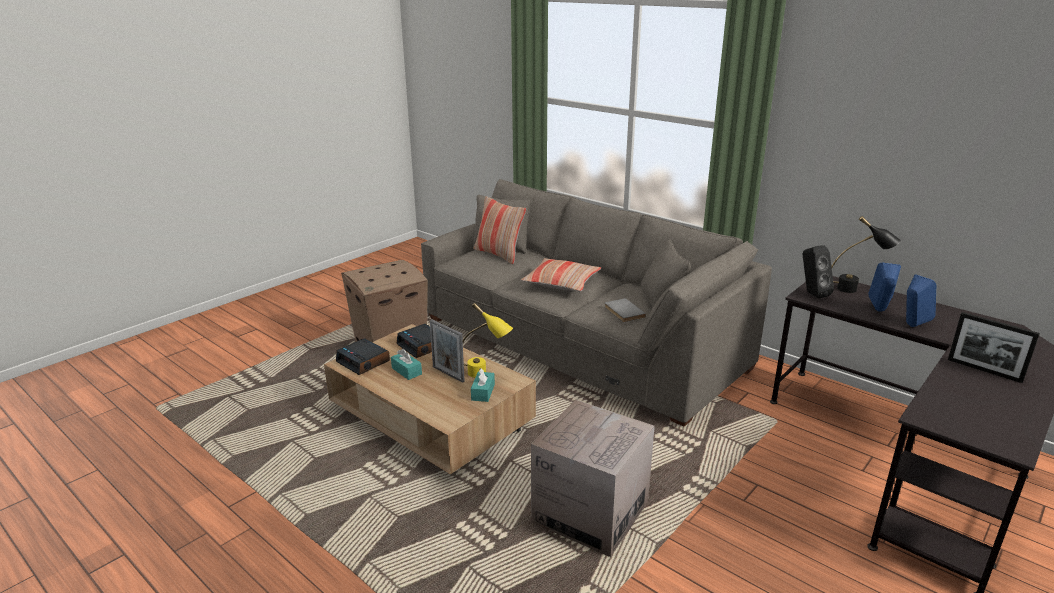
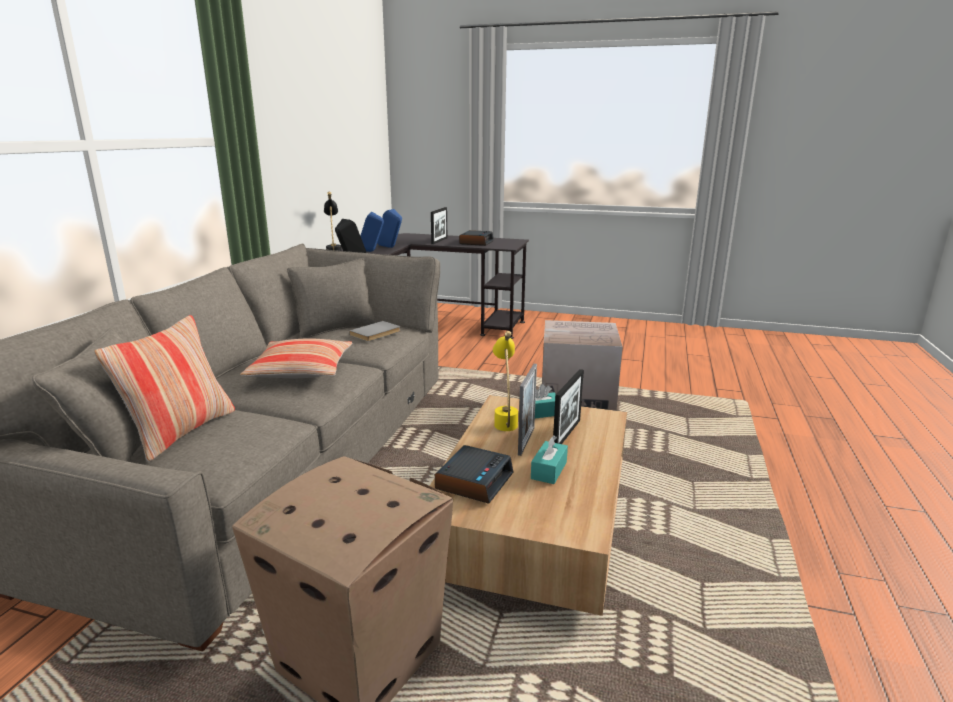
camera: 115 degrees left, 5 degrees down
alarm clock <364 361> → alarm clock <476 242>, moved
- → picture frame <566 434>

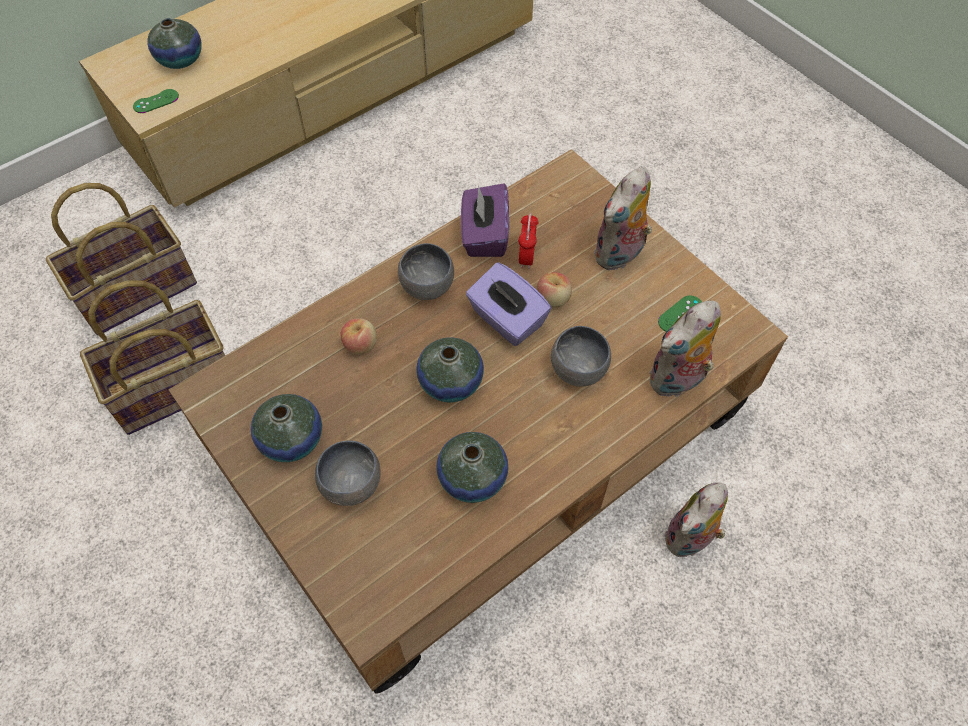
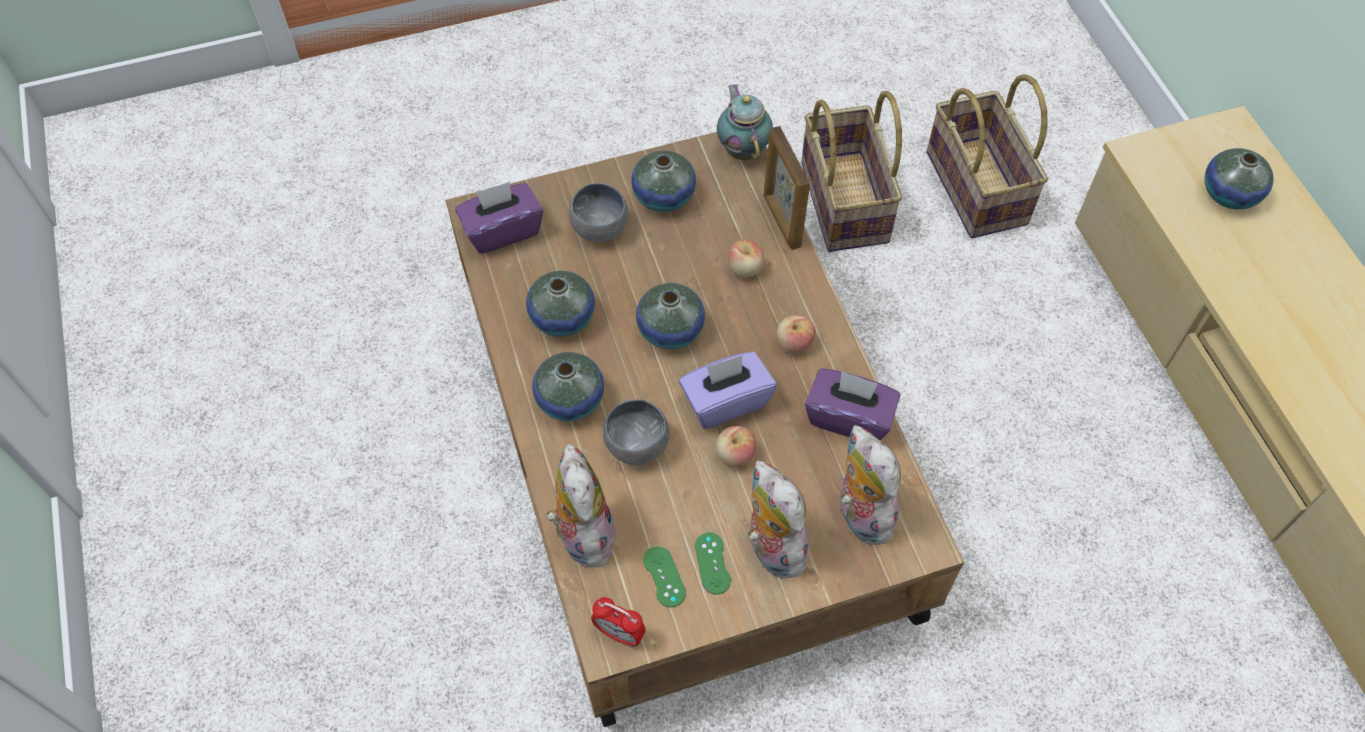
camera: 110 degrees right, 0 degrees up
game controller (green) <156 101> → game controller (green) <712 563>, moved
alarm clock <526 257> → alarm clock <619 633>, moved
bowl (grey) <428 288> → apple <794 343>
plush toy <690 539> → plush toy <860 514>, moved
- → teapot <743 149>
- → picture frame <781 221>
- → tissue box (purple) <502 230>
- → vase <570 400>

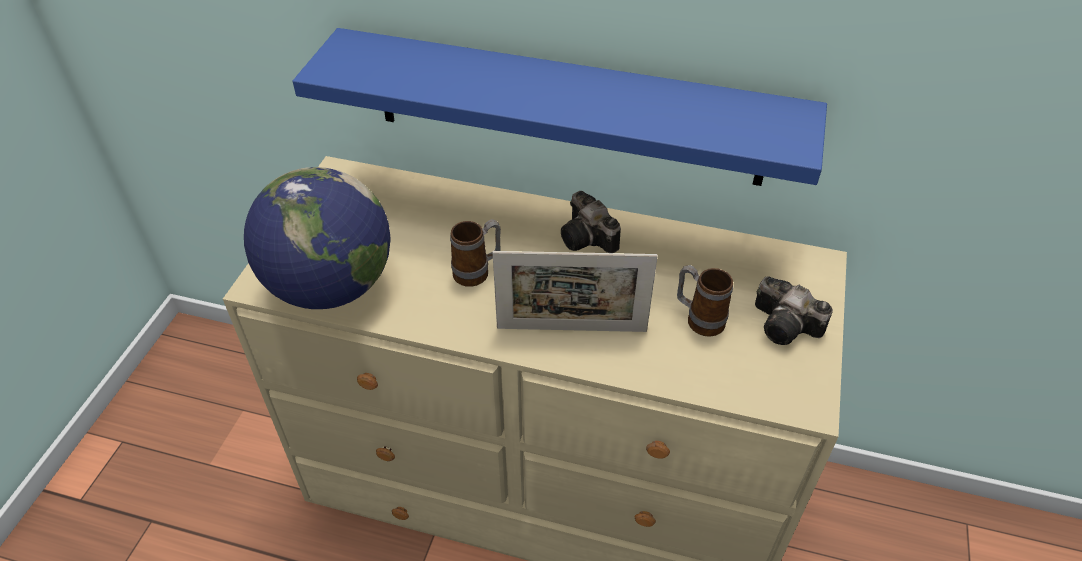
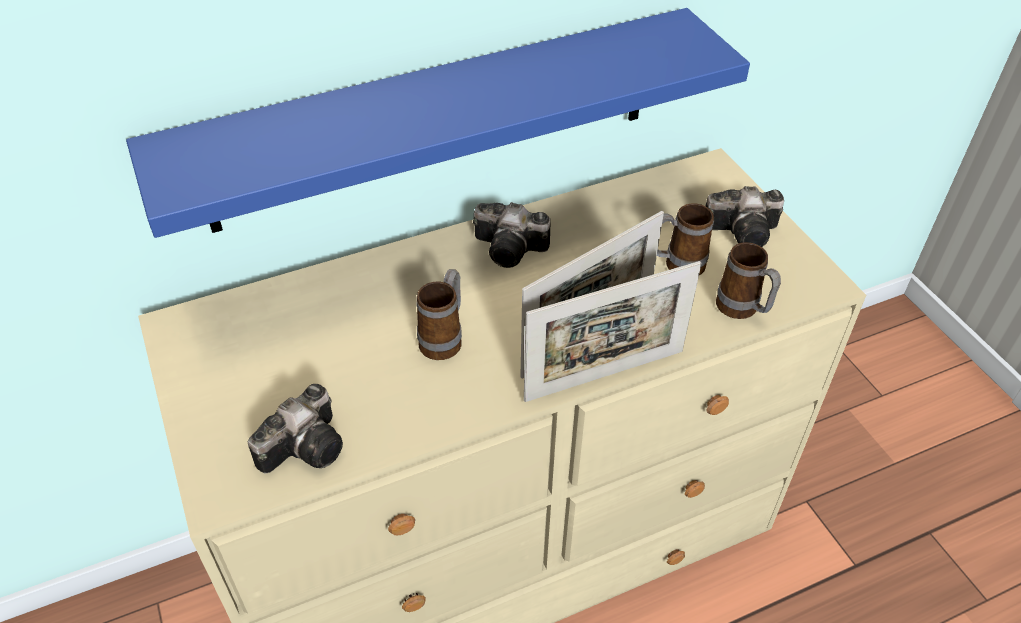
camera: 40 degrees left, 0 degrees up
globe <331 287> → photo camera <307 445>
- → mug <742 311>
- → picture frame <605 375>

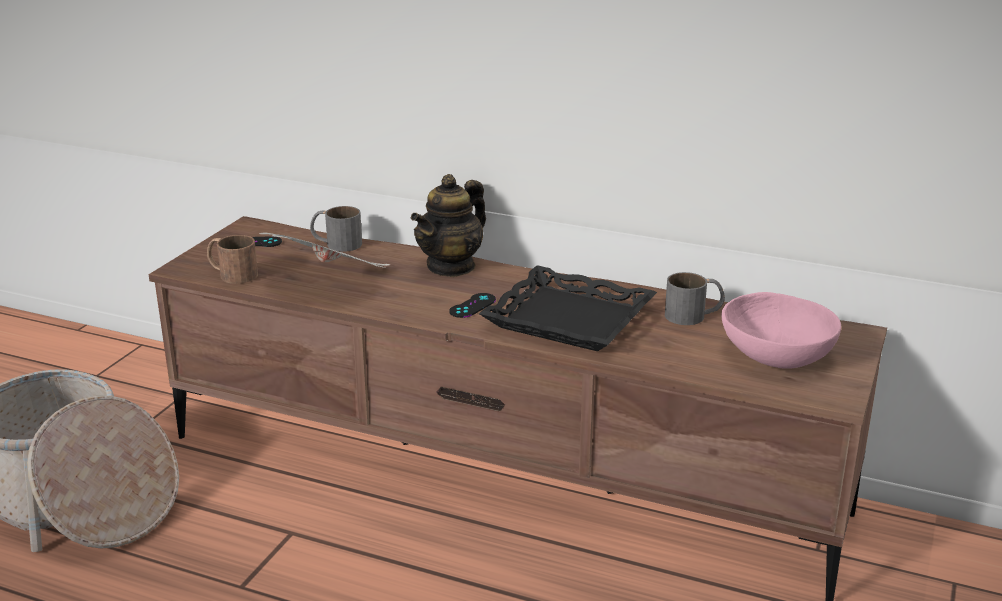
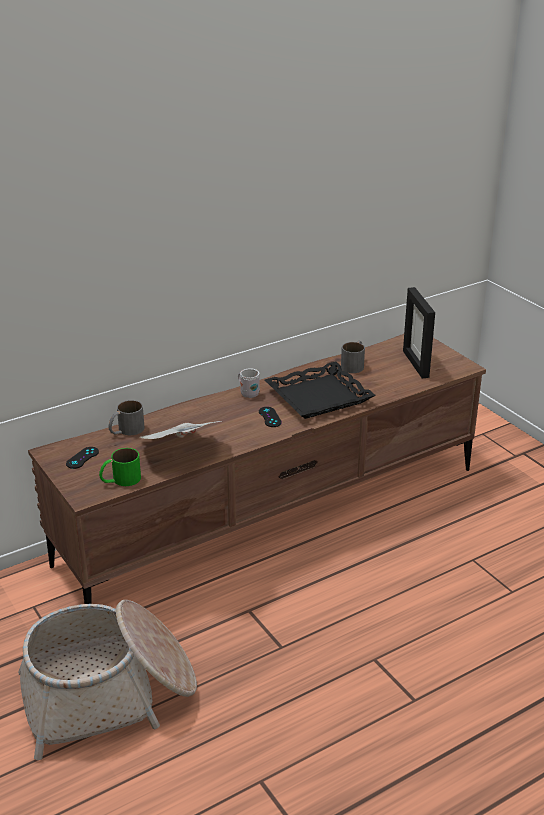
camera: 55 degrees left, 5 degrees up
teapot <451 266> → -
mug (brown) <231 274> → mug (green) <120 480>
bowl (pink) <776 357> → picture frame <417 364>
- → mug (white) <247 393>

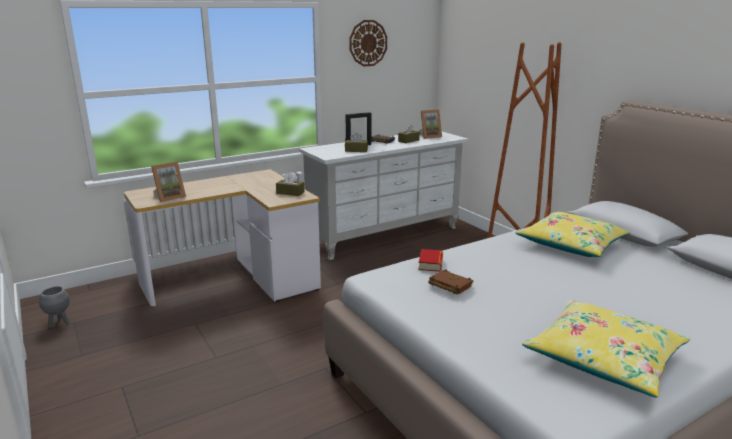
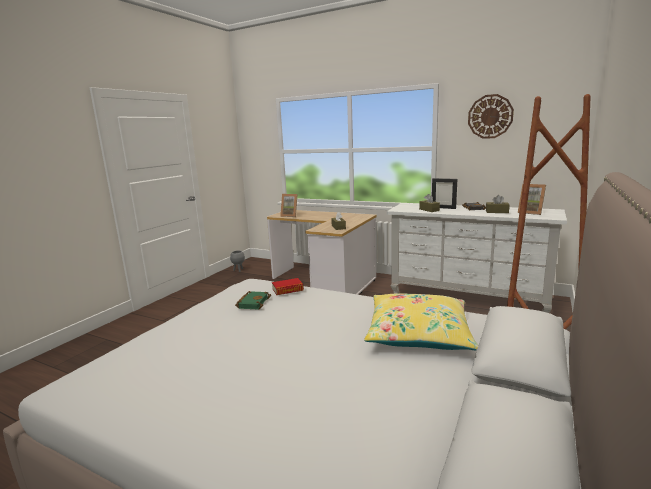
camera: 60 degrees right, 5 degrees down
book (brown) <448 285> → book (green) <253 302>
pillow (yellow) <603 358> → -

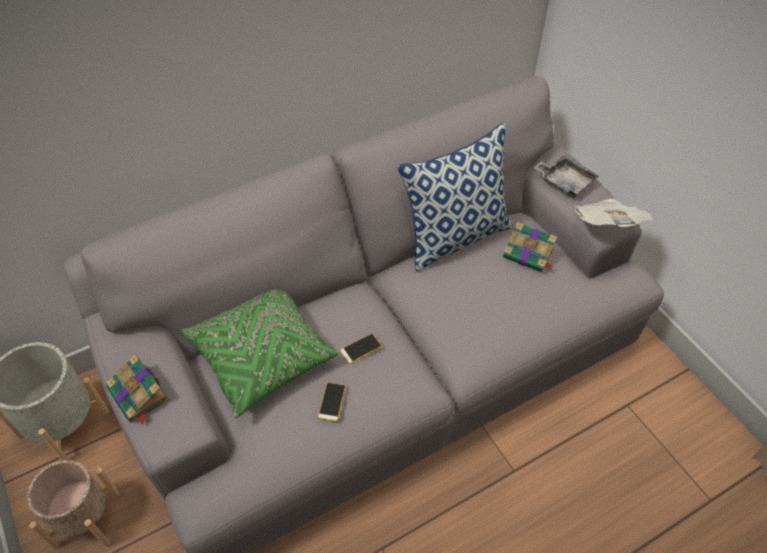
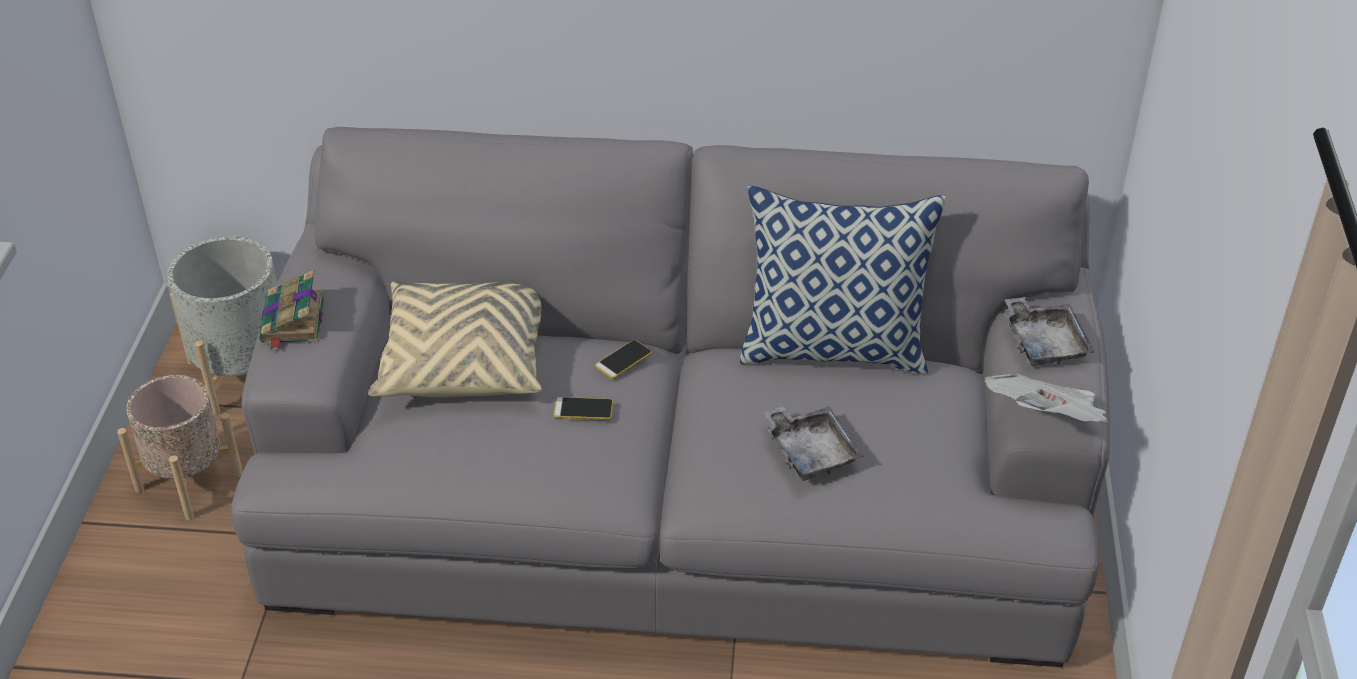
camera: 35 degrees right, 10 degrees down
book <529 254> → -
pillow (green) <261 355> → pillow (beige) <464 360>
phone <332 402> → phone <623 360>, moved
- → tray (grey) <810 451>

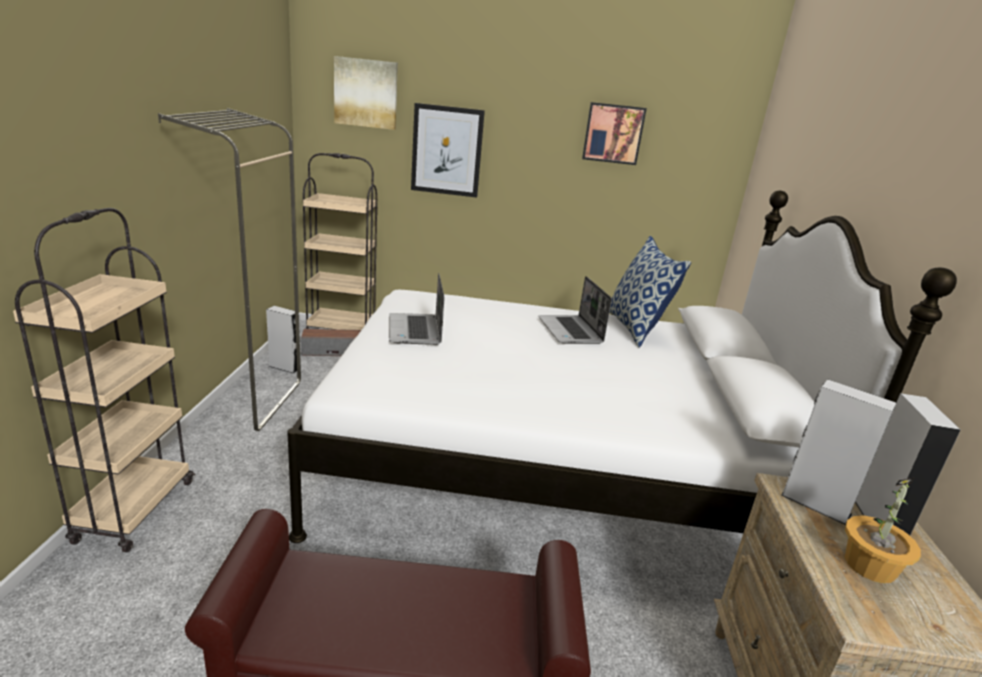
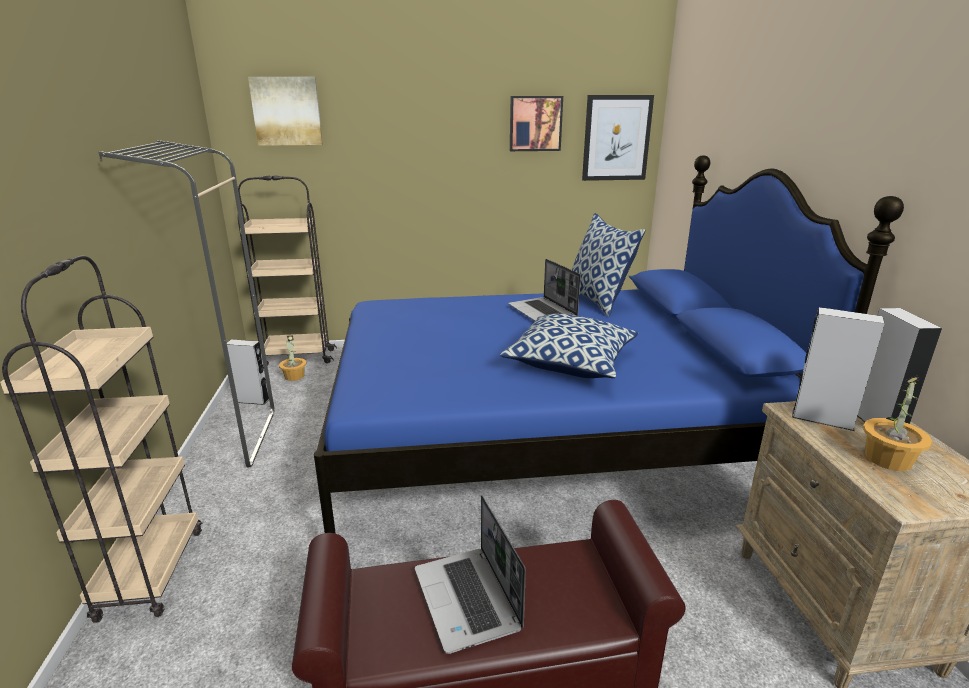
camera: 10 degrees left, 0 degrees up
picture <447 151> → picture <616 138>, moved
bed (white) <548 472> → bed (blue) <545 448>
laptop <415 331> → laptop <469 600>, moved
speaker <332 351> → potted plant <294 376>
- → pillow <571 363>

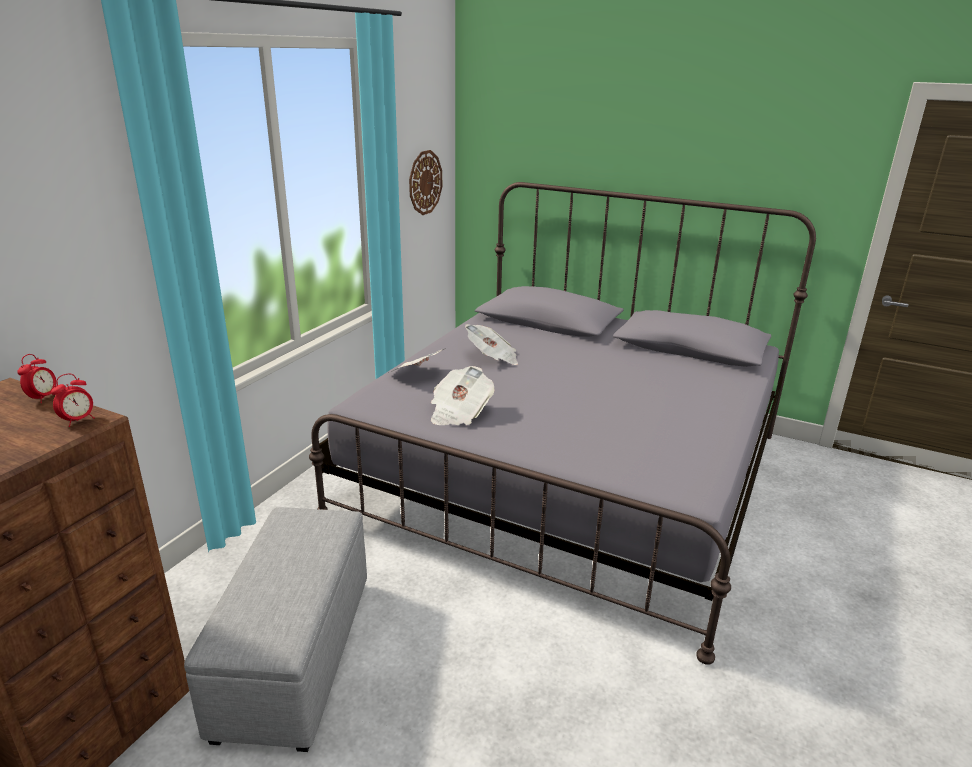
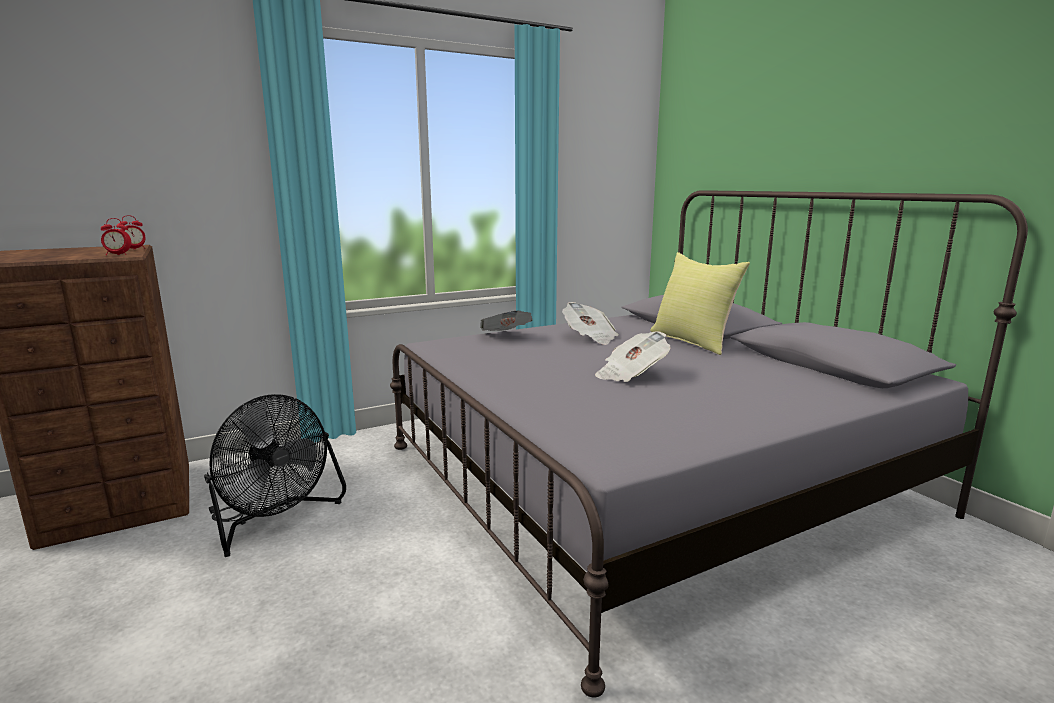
camera: 35 degrees right, 10 degrees down
wall clock <425 182> → -
newspaper <459 413> → newspaper <630 375>, moved
ottoman (grey) <296 653> → fan (black) <269 521>
- → pillow (yellow) <693 341>

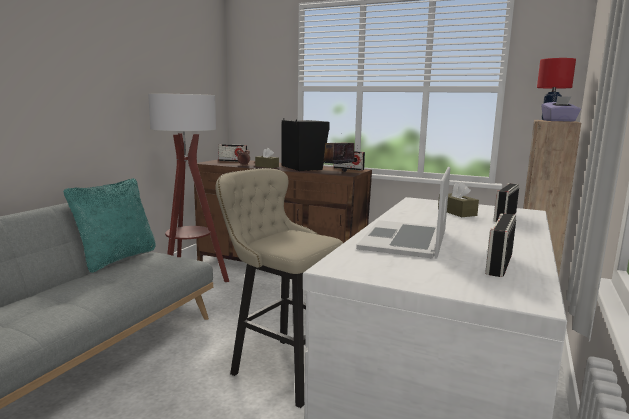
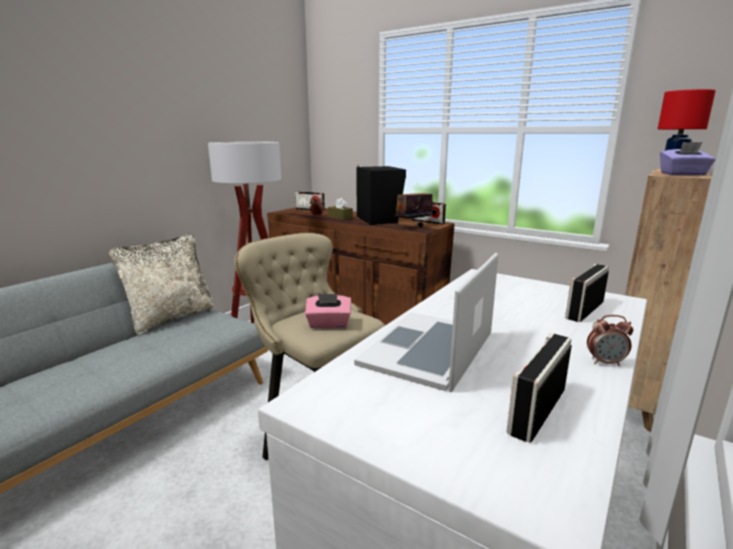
camera: 10 degrees right, 5 degrees up
pillow (turquoise) <118 259> → pillow (beige) <173 318>
tissue box (brown) <457 212> → -
- → tissue box (pink) <328 324>
- → alarm clock <605 362>

